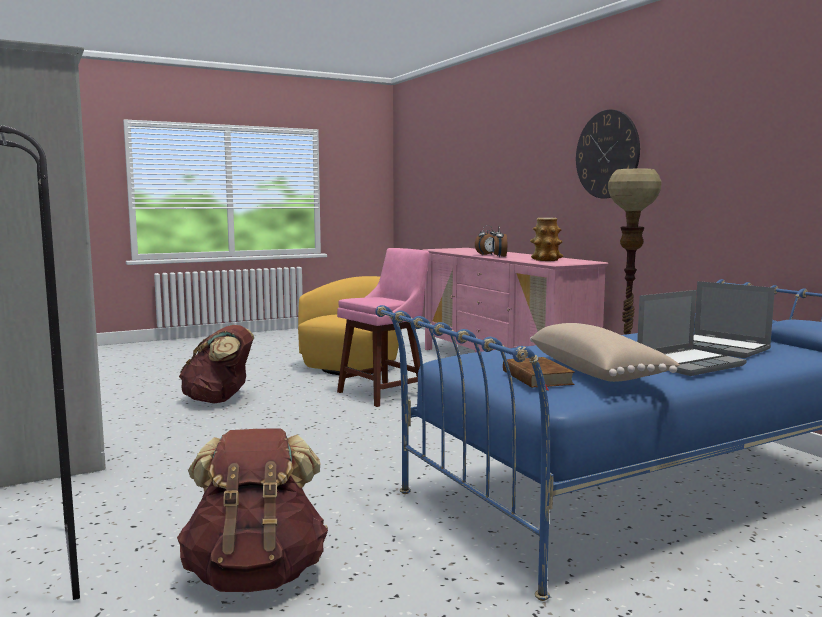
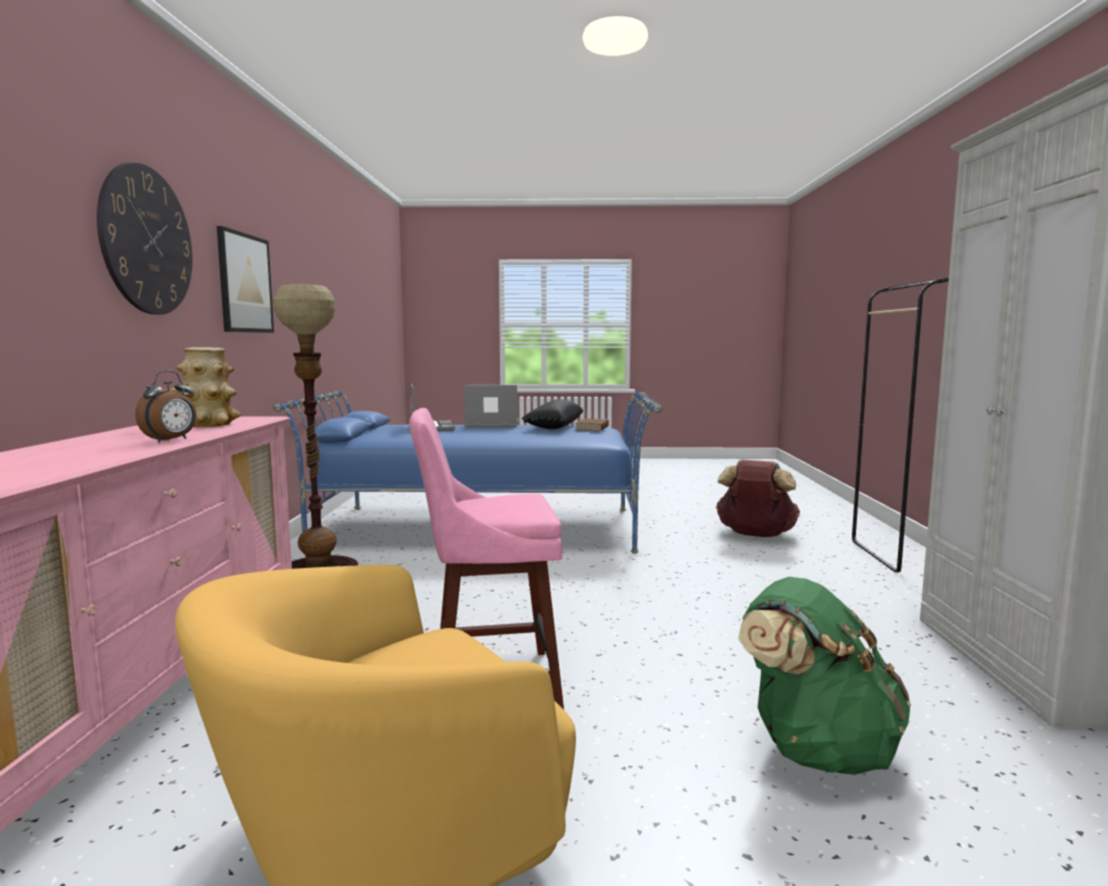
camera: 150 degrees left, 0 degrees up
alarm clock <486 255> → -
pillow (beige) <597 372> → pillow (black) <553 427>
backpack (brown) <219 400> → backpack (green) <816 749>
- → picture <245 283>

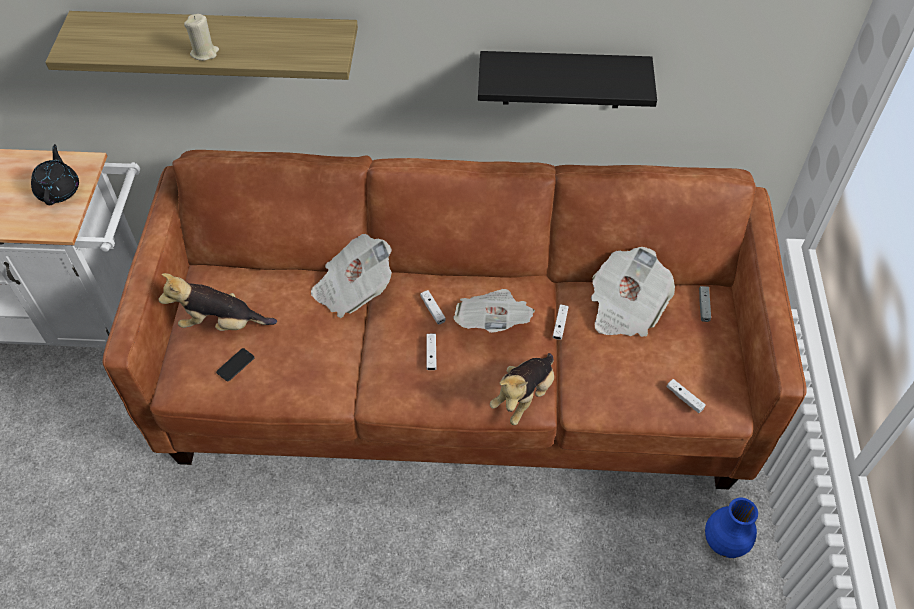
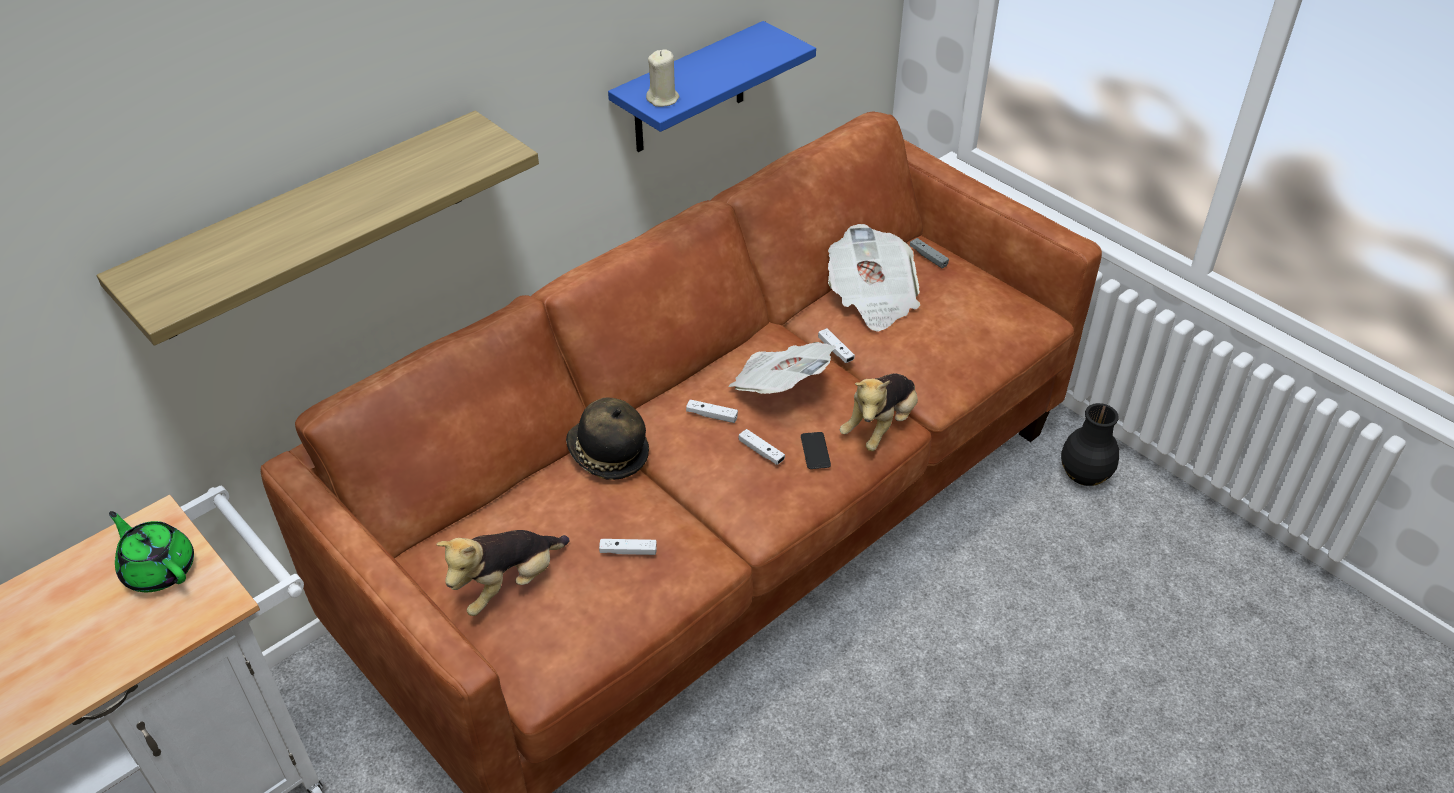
camera: 45 degrees left, 10 degrees down
candle (beige) <204 53> → candle (beige) <663 99>, moved
shelf (black) <563 79> → shelf (blue) <689 90>
teapot (black) <59 190> → teapot (green) <159 569>
newspaper <353 289> → hat <607 454>
phone <235 365> → phone <815 451>, moved
plush toy <524 396> → plush toy <880 426>, 45 degrees clockwise
game controller (white) <684 398> → game controller (white) <628 551>, moved
vase (blue) <724 542> → vase (black) <1084 476>

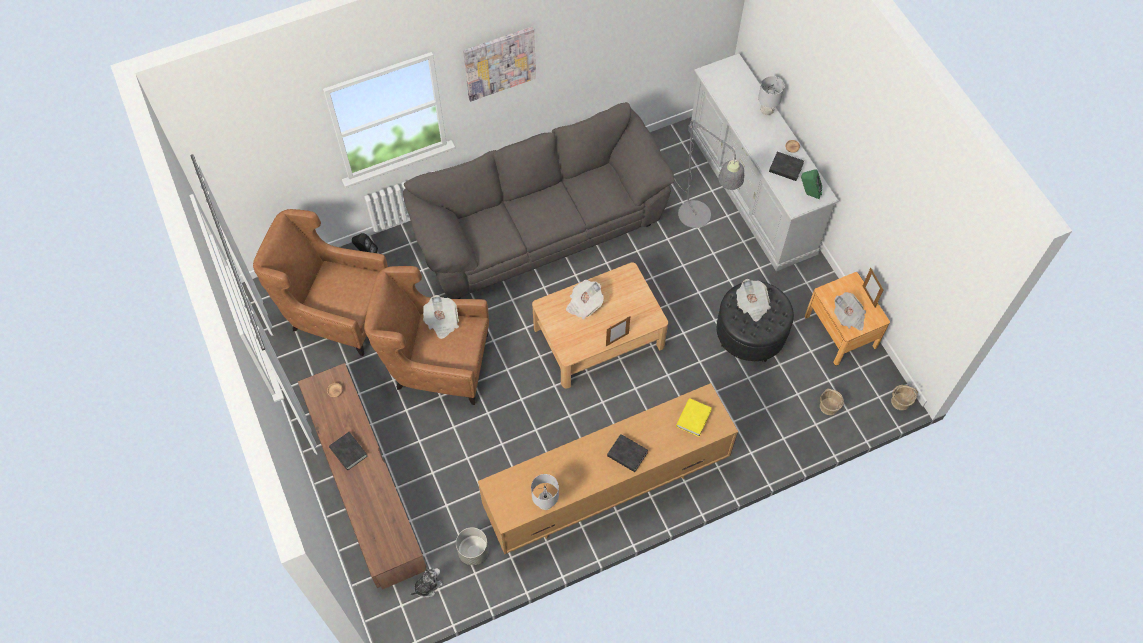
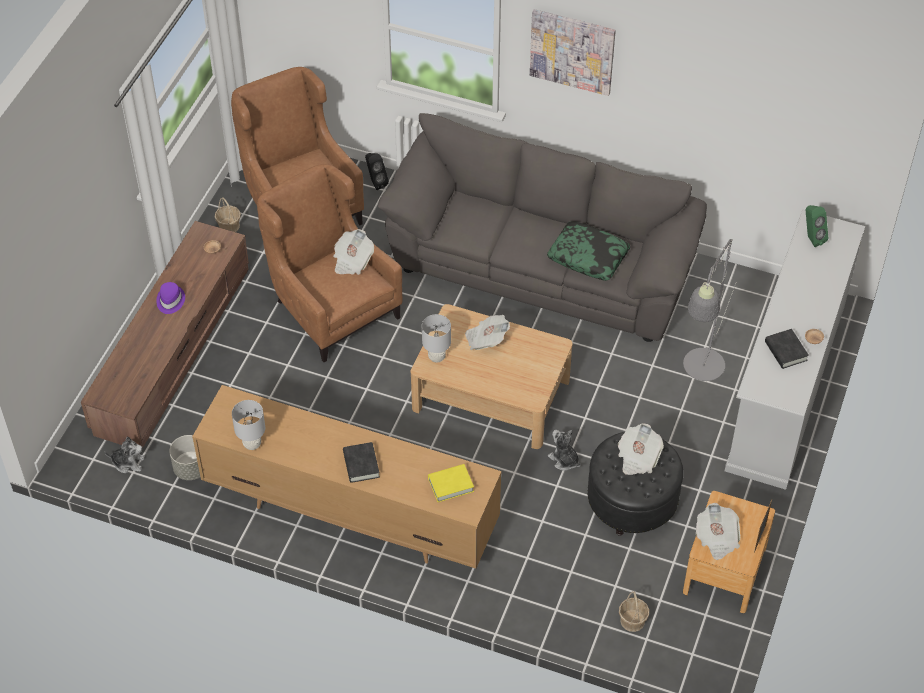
camera: 45 degrees right, 10 degrees down
table lamp (grey) <767 111> → table lamp (grey) <437 358>, moved
speaker (green) <808 194> → speaker (green) <811 238>, moved
picture frame <617 339> → -
basket <900 401> → basket <229 226>, moved
book (black) <348 452> → hat (purple) <170 301>
- → pillow <588 256>
- → plush toy <564 460>

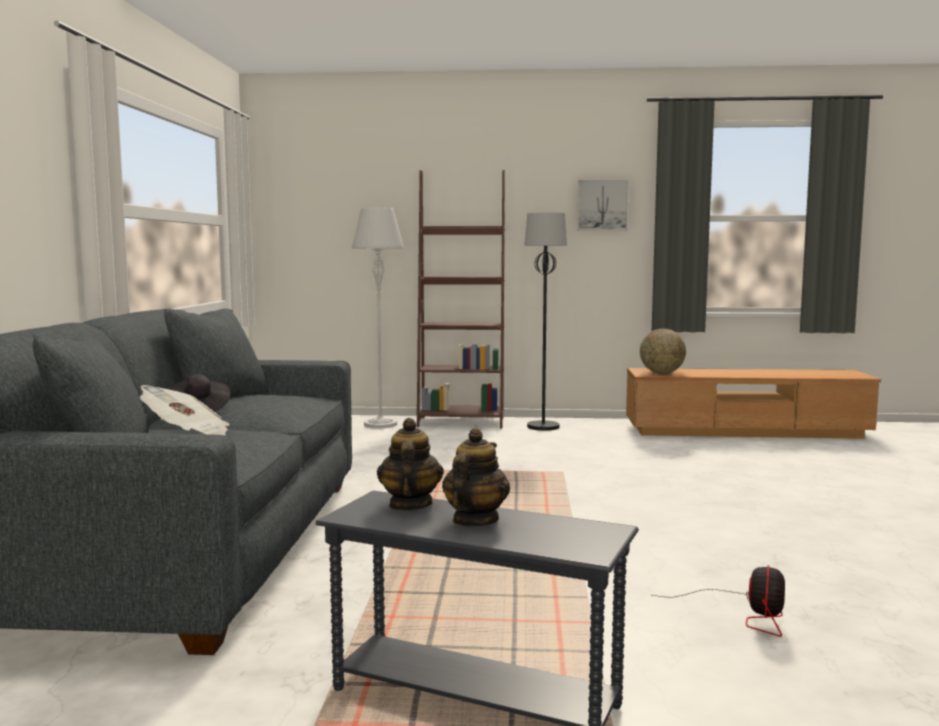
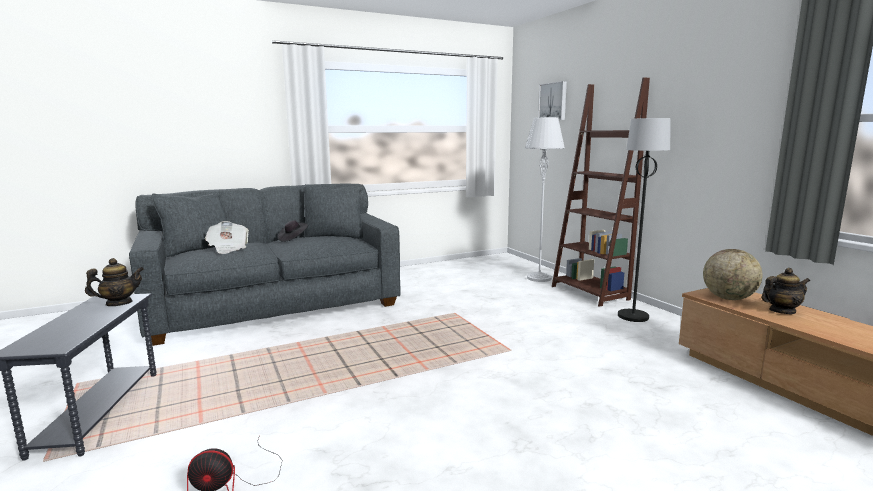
camera: 60 degrees right, 5 degrees up
picture <602 205> → picture <553 101>, moved
teapot <474 520> → teapot <781 311>, moved

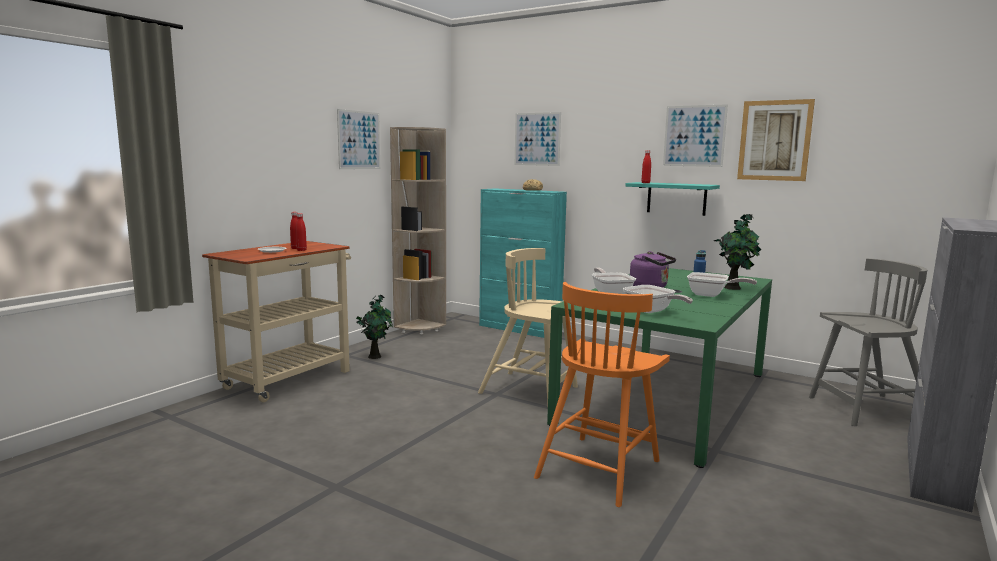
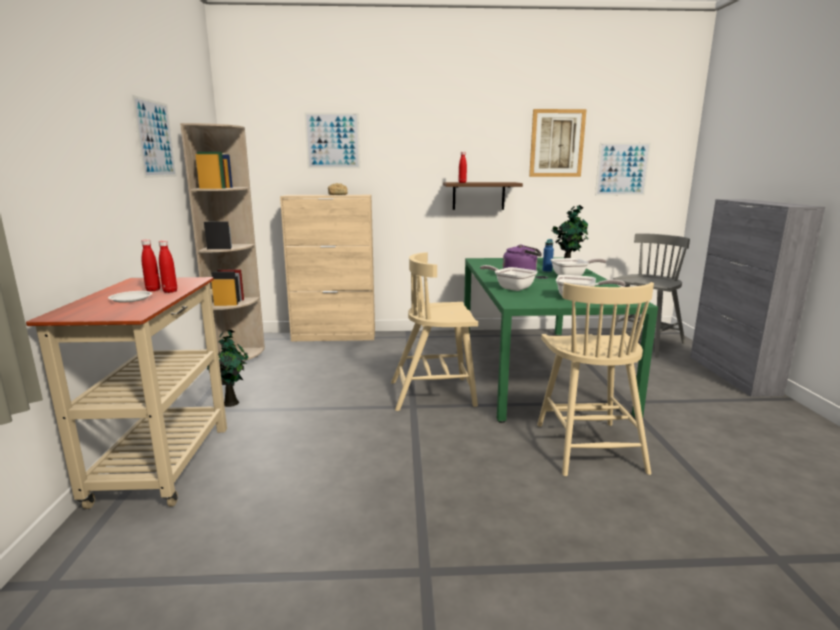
camera: 35 degrees left, 5 degrees up
picture <694 136> → picture <622 169>, moved
shelf (turquoise) <676 198> → shelf (brown) <478 196>
cabinet (turquoise) <520 329> → cabinet (beige) <334 336>
chair (orange) <599 467> → chair (beige) <588 445>

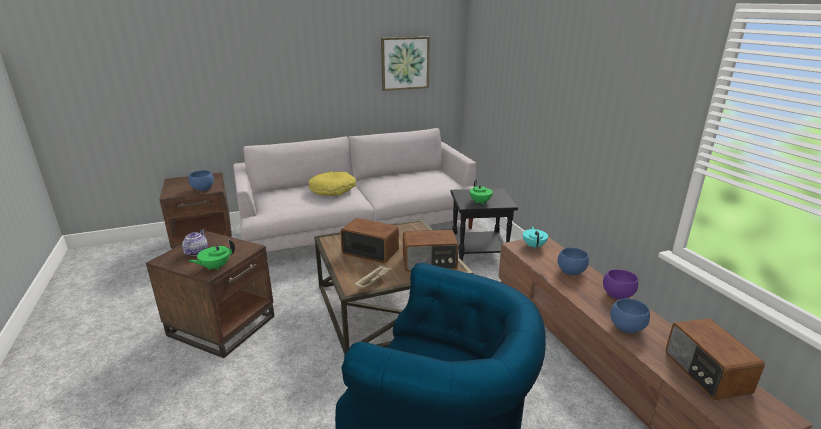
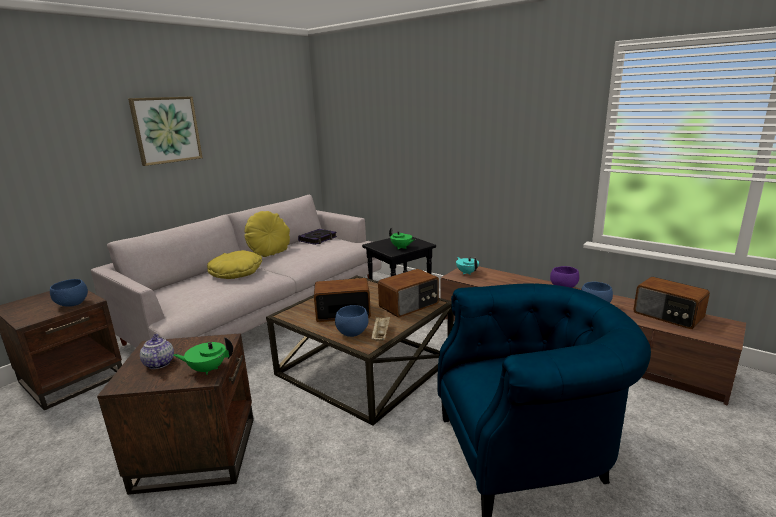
camera: 30 degrees left, 5 degrees down
picture <405 63> → picture <166 130>, moved
teapot (green) <215 267> → teapot (green) <207 369>, 60 degrees clockwise
bowl (blue) <570 271> → bowl (blue) <351 333>, moved
- → pillow (yellow) <270 254>
- → book <318 239>

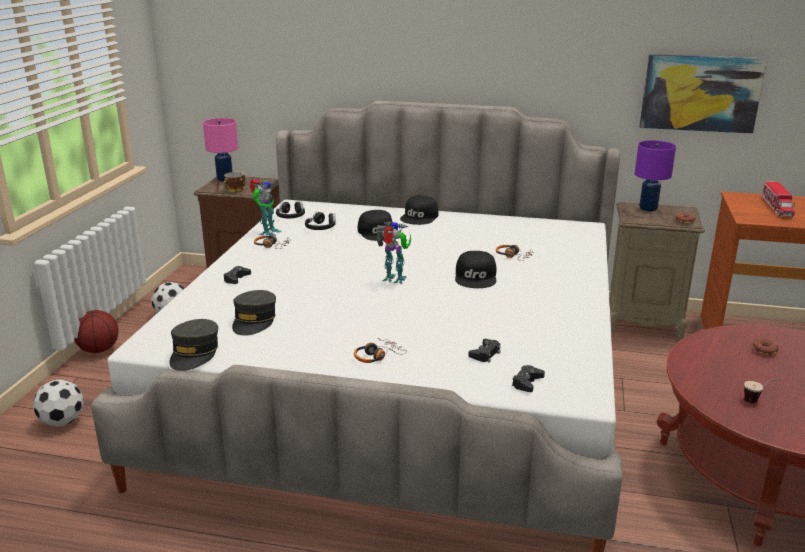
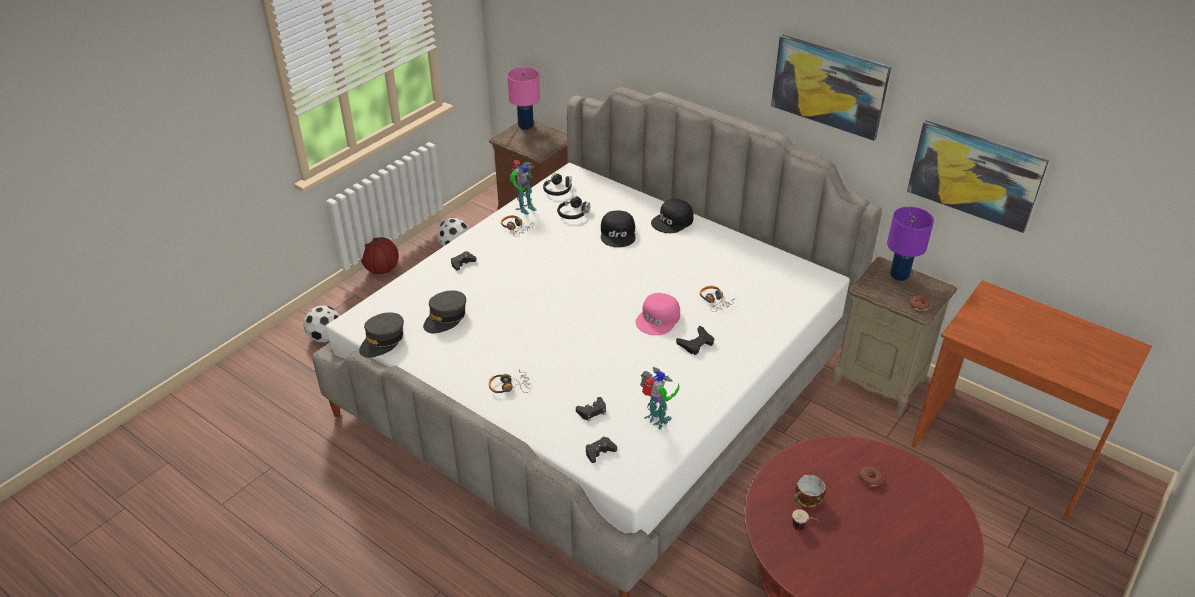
camera: 25 degrees right, 15 degrees up
cup <235 190> → cup <807 501>, moved
toy truck <777 207> → -
toy robot <395 280> → toy robot <657 421>, moved
cap (black) <476 277> → cap (pink) <658 319>
- → picture <829 86>
- → game controller (black) <696 343>

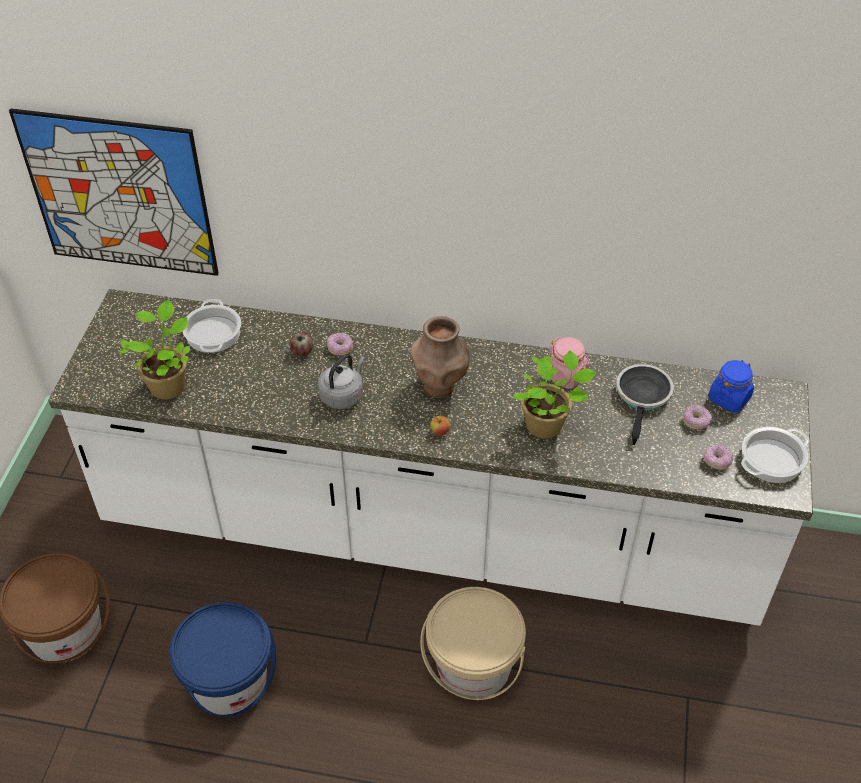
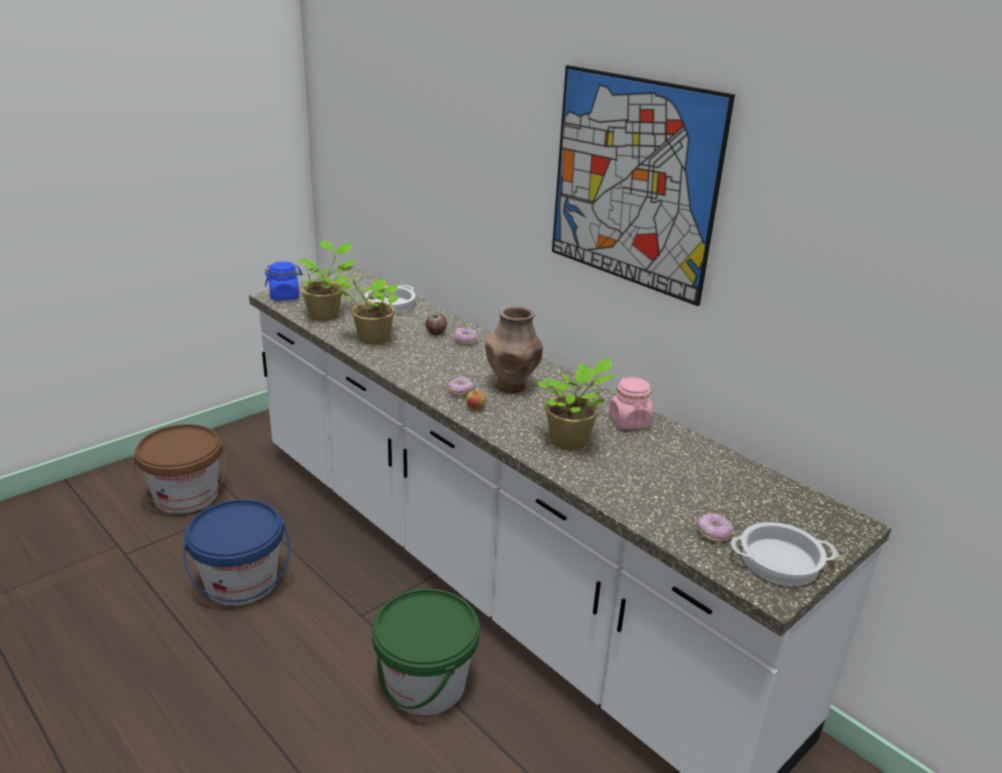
camera: 35 degrees right, 20 degrees down
picture <119 194> → picture <632 182>, moved
kettle (grey) <343 395> → -
jar (blue) <729 398> → jar (blue) <285 296>, moved
frying pan <643 397> → -
donut <696 421> → donut <460 392>, moved
bucket (beige) <473 666> → bucket (green) <425 684>
- → potted plant <371 339>

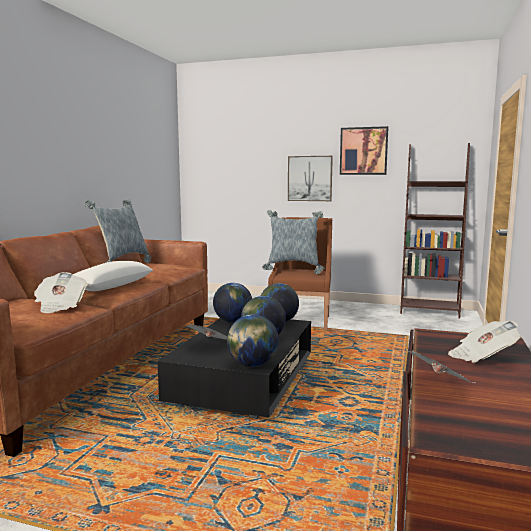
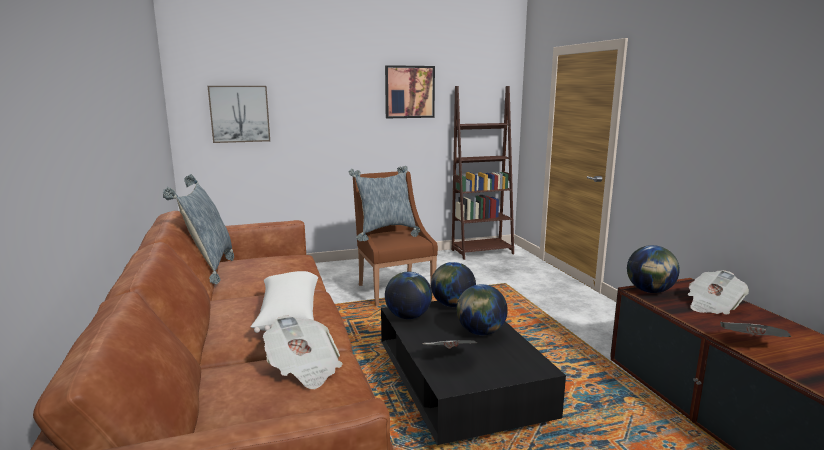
camera: 35 degrees left, 5 degrees up
picture <310 178> → picture <239 114>, moved
globe <252 365> → globe <650 291>, moved

